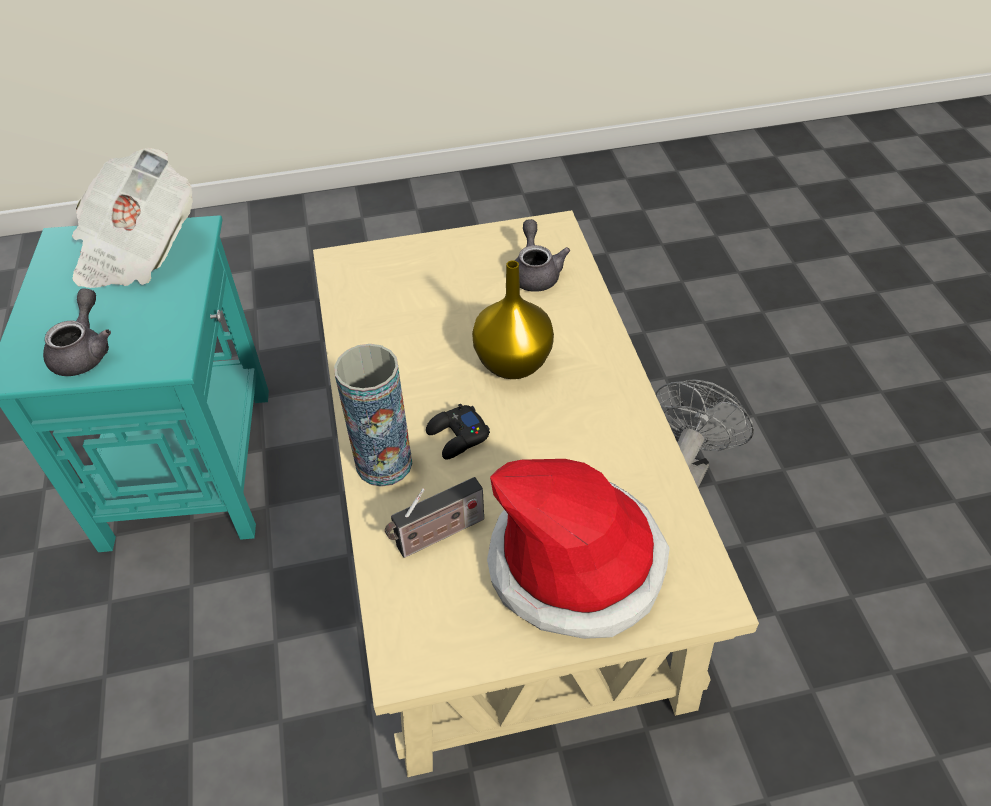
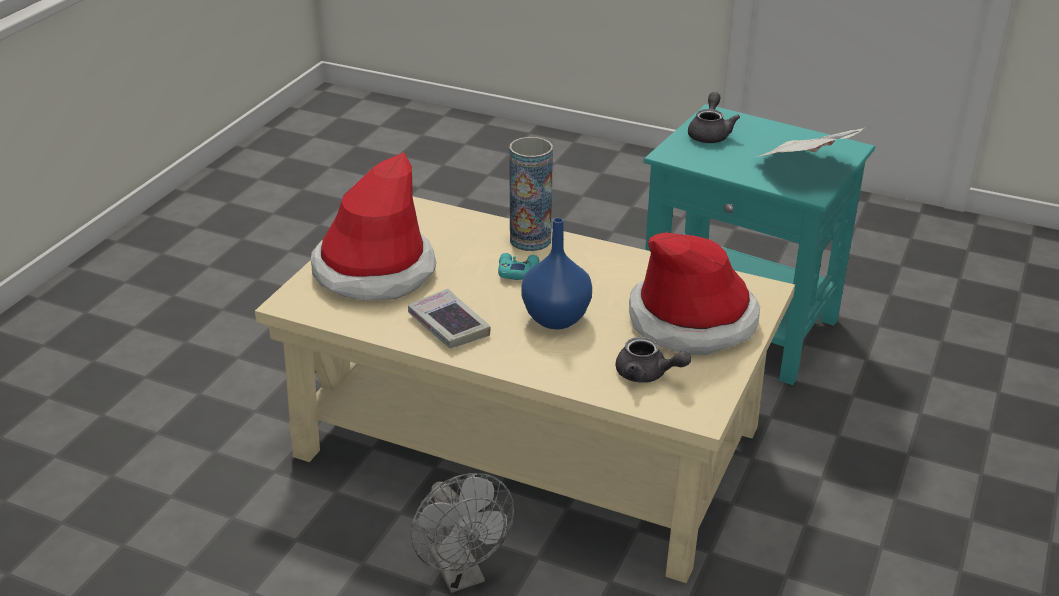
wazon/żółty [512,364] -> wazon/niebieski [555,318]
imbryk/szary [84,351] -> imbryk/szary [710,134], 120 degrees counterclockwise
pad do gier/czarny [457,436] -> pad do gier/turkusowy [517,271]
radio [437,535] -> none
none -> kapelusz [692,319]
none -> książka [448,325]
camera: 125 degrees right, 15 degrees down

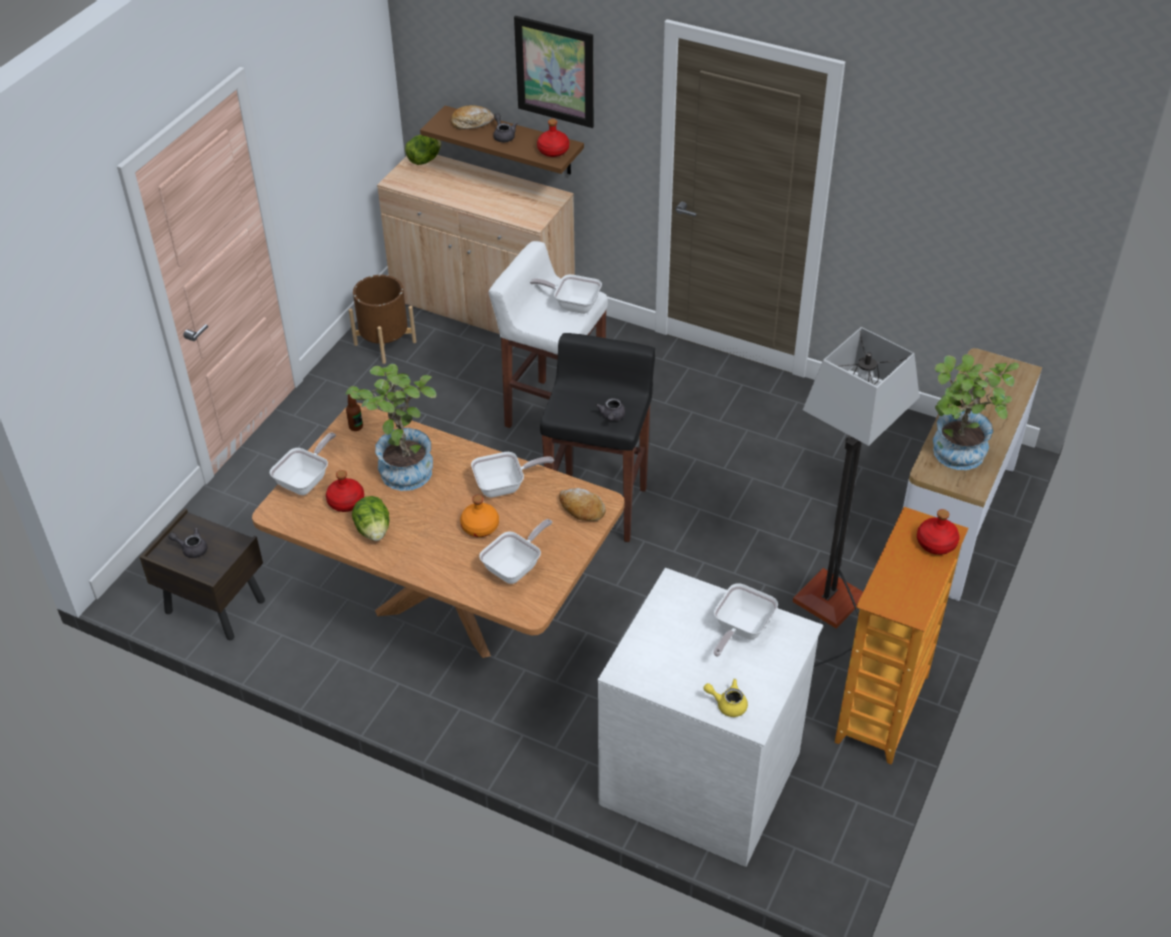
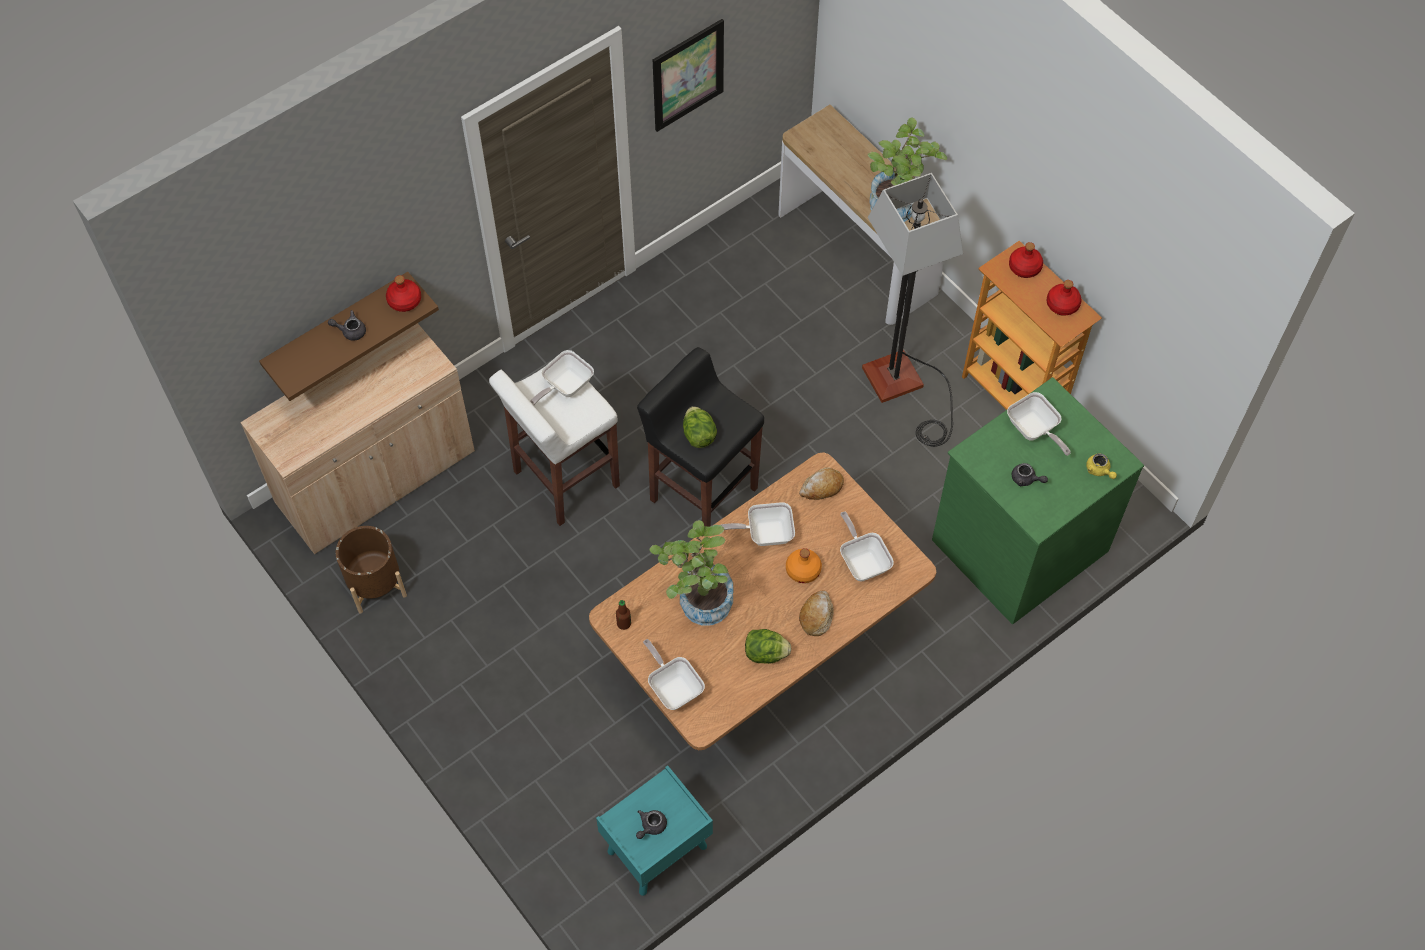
obraz [555,71] -> obraz [688,75], moved
chleb [472,123] -> chleb [816,616], moved
sałata [424,160] -> sałata [698,435], moved
imbryk/szary [612,417] -> imbryk/szary [1026,479], moved
patelnia [505,486] -> patelnia [764,533], 105 degrees counterclockwise
butelka/czerwony [346,501] -> butelka/czerwony [1062,304], moved
szafka nocna/brązowy [214,606] -> szafka nocna/turkusowy [656,850]
komoda/biały [701,776] -> komoda/zielony [1018,543]
imbryk/żółty [727,704] -> imbryk/żółty [1099,470], 75 degrees counterclockwise
camera: 65 degrees left, 15 degrees up

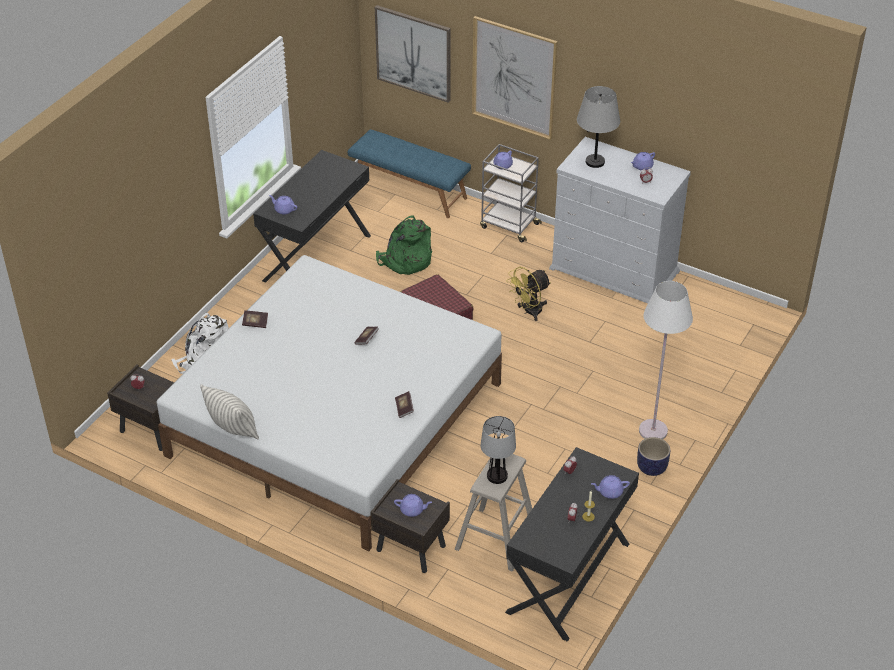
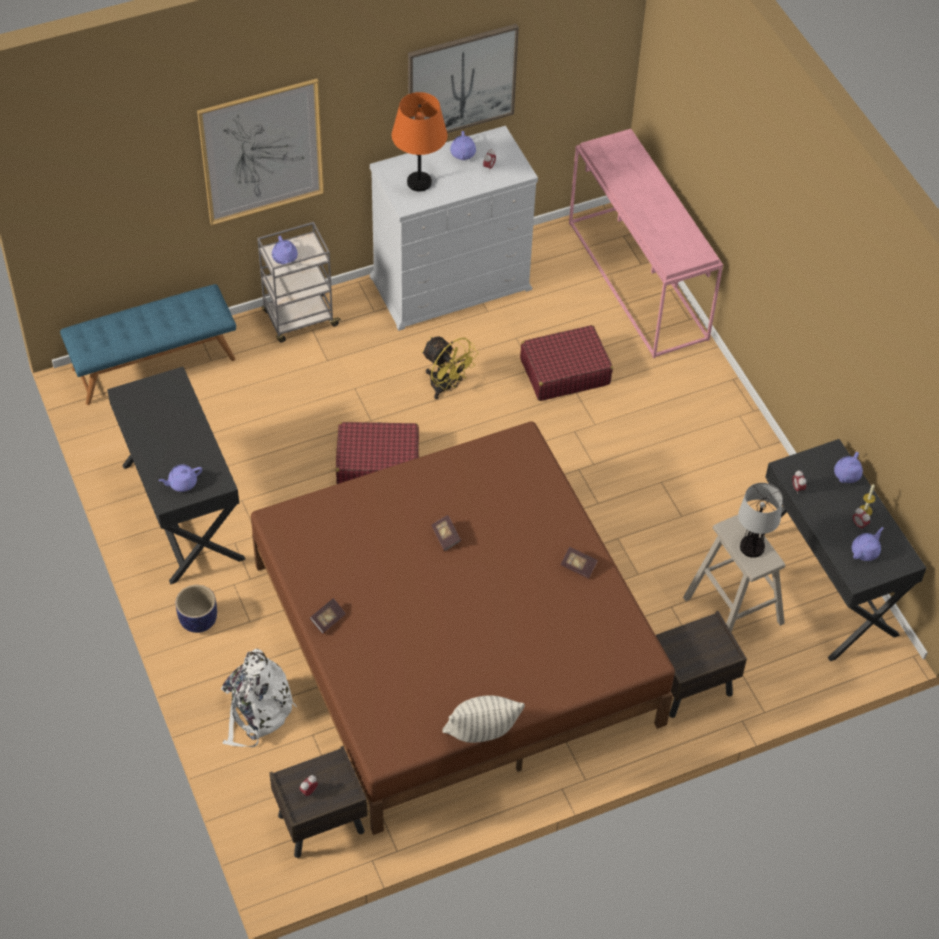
obraz [413,53] -> obraz [461,82], moved
lampa stołowa/szary [595,161] -> lampa stołowa/pomarańczowy [419,182]
plecak/zielony [405,261] -> none
łóżko/biały [335,418] -> łóżko/brązowy [455,643]
wentylator/żółty [529,312] -> wentylator/żółty [446,387], 45 degrees counterclockwise
lampa stojąca/biały [653,430] -> none
donica [651,467] -> donica [198,620], moved
imbryk/fioletowy [412,510] -> imbryk/fioletowy [865,551], moved
none -> stolik konsolowy/różowy [639,281]
none -> walizka/czerwony [564,371]
camera: 55 degrees left, 10 degrees up

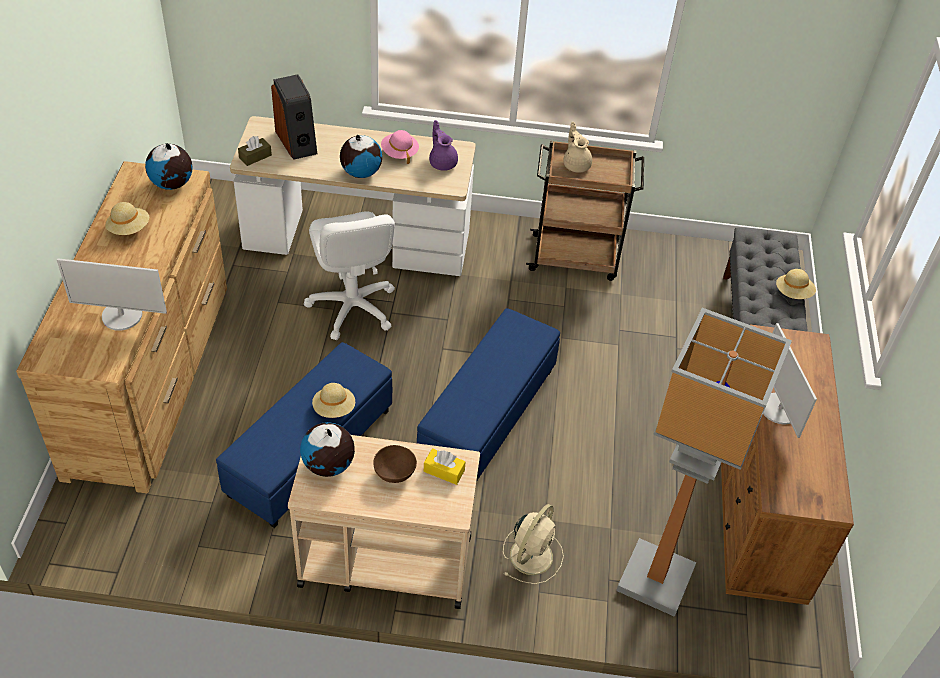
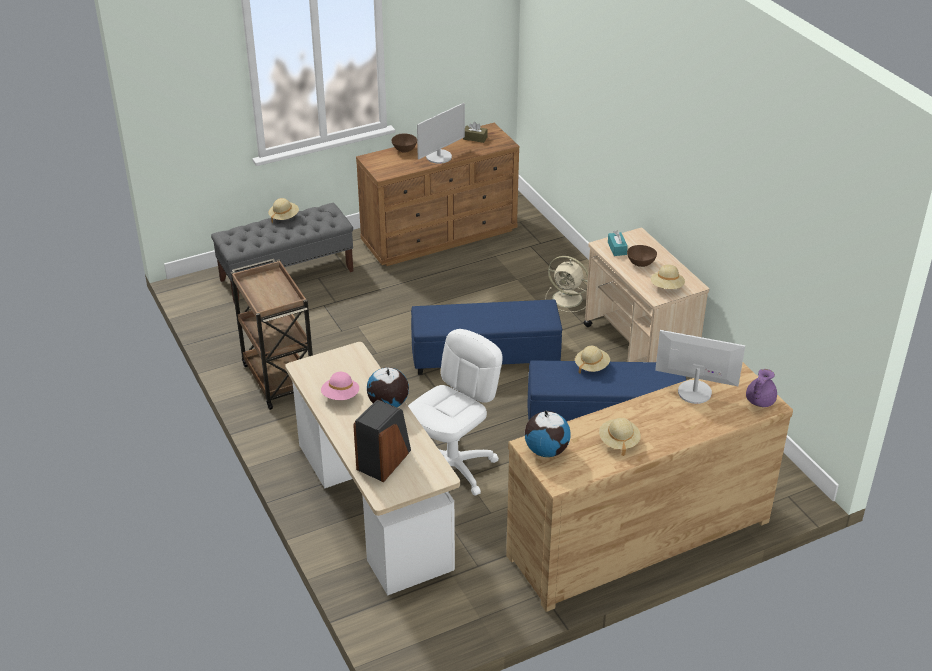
imbryk/fioletowy [442,162] -> imbryk/fioletowy [759,401], moved
imbryk/beżowy [576,164] -> none
pudełko chusteczek/brązowy [255,156] -> pudełko chusteczek/brązowy [475,138], moved
monitor [122,316] -> monitor [694,392], 45 degrees counterclockwise
lampa stojąca [656,580] -> none
globus [328,465] -> kapelusz/beżowy [667,287]
pudełko chusteczek/żółty [444,471] -> pudełko chusteczek/turkusowy [617,248]
wentylator/beżowy [532,554] -> wentylator/beżowy [568,299], 150 degrees counterclockwise
none -> miska/brązowy [404,150]
camera: 120 degrees left, 10 degrees down

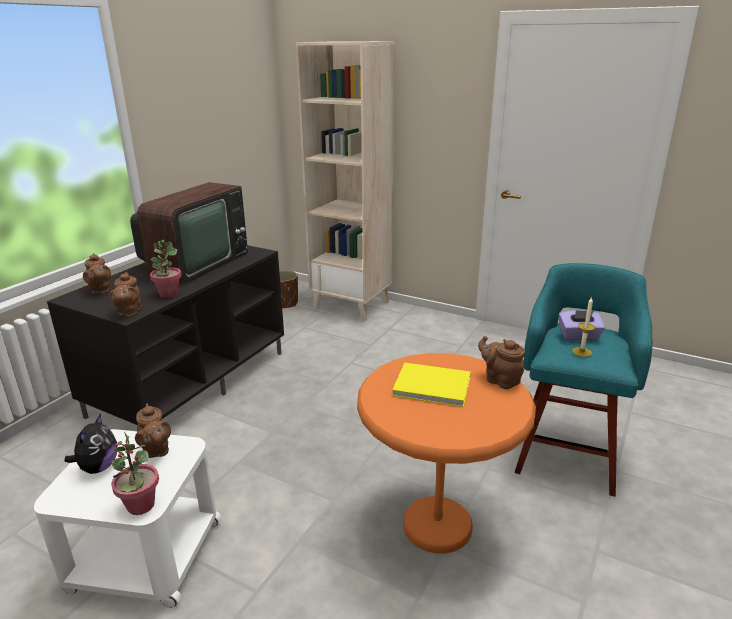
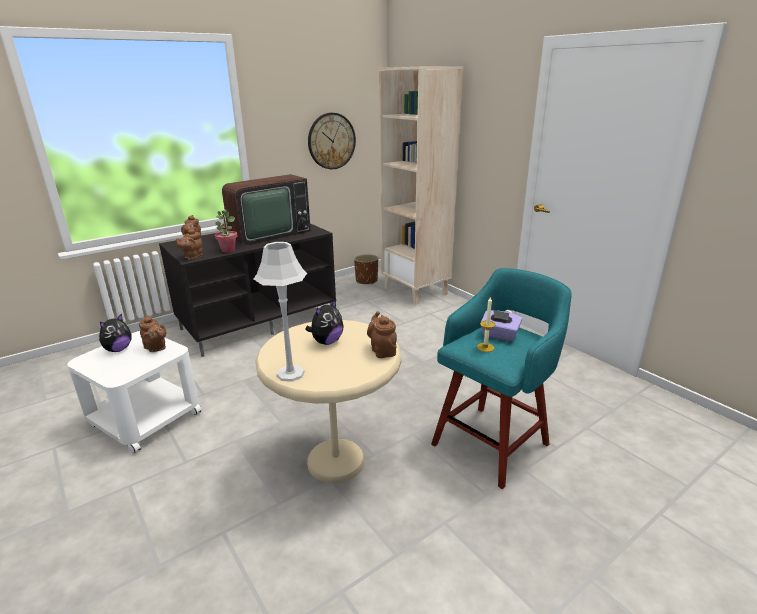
stolik/pomarańczowy [437,525] -> stolik/beżowy [336,462]
książka/żółty [430,385] -> pluszak [326,342]
imbryk/brązowy [156,450] -> imbryk/brązowy [156,348], 45 degrees counterclockwise
roślina doniczkowa [140,505] -> none
none -> zegar ścienny [331,141]
none -> lampa stołowa/szary [290,373]
camera: 25 degrees right, 0 degrees up

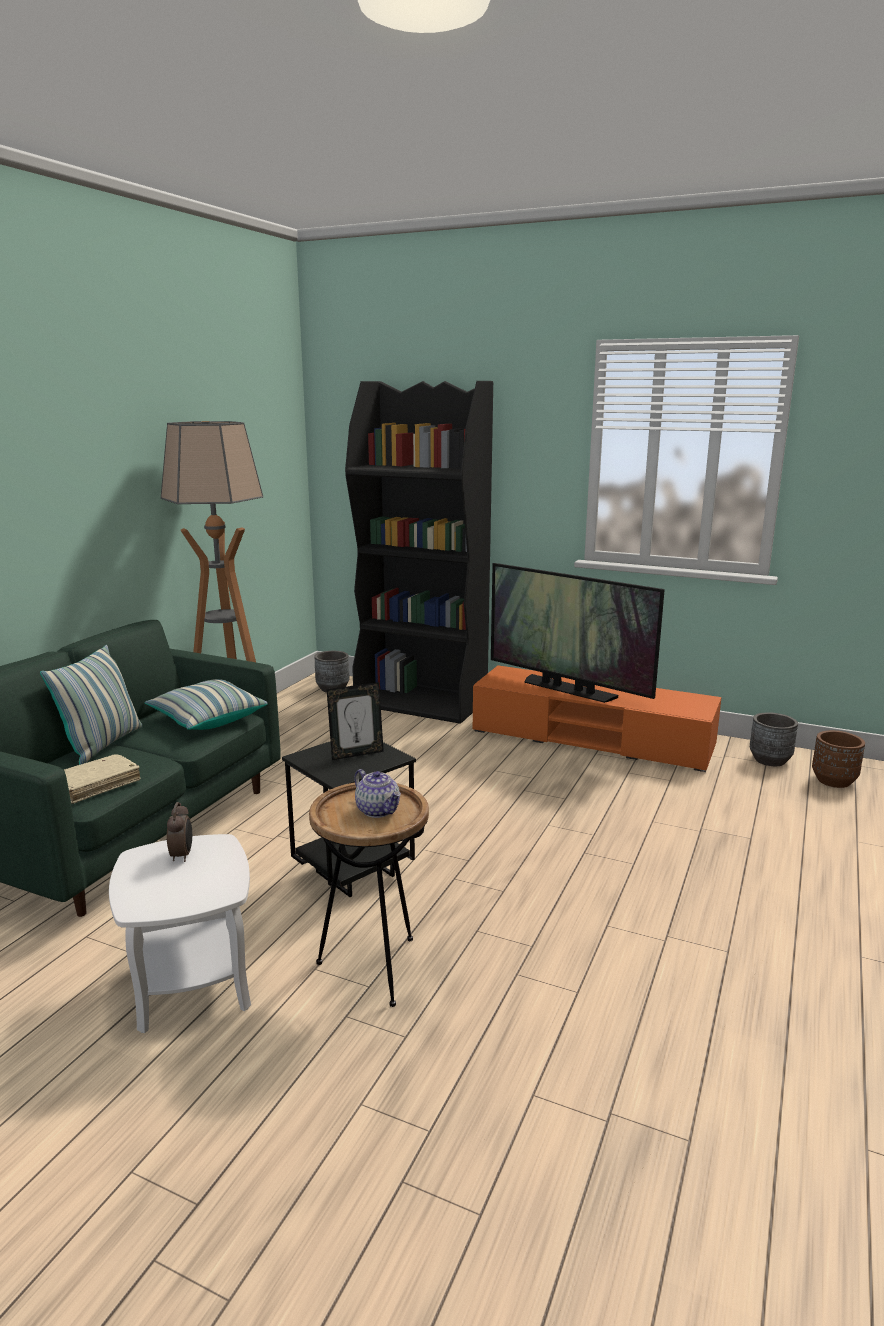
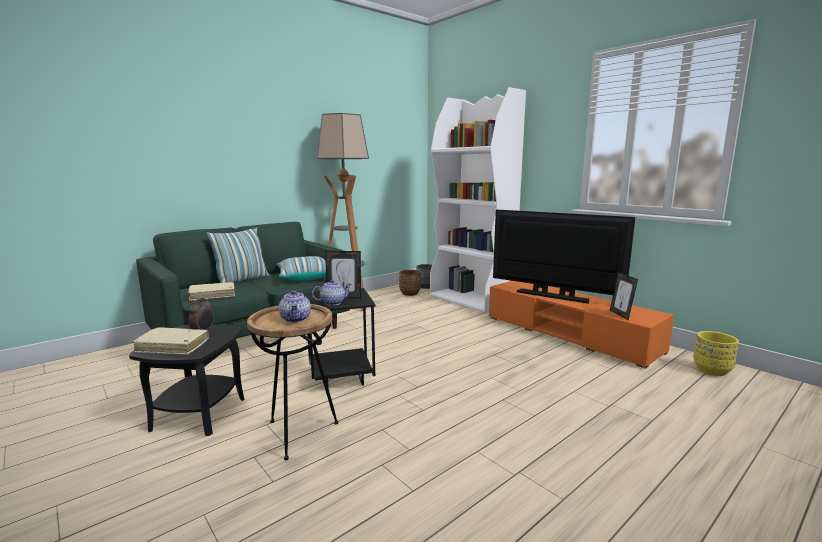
regał/czarny [422,702] -> regał/biały [471,299]
telewizor [568,689] -> telewizor [553,296], 150 degrees clockwise
donica/szary [770,760] -> donica/żółty [712,370]
donica/brązowy [833,781] -> donica/brązowy [410,293], moved
stolik/biały [192,984] -> stolik/czarny [199,414]
none -> ramka na zdjęcie [620,315]
none -> imbryk [333,303]
none -> książka/beżowy [173,347]
camera: 25 degrees right, 5 degrees down

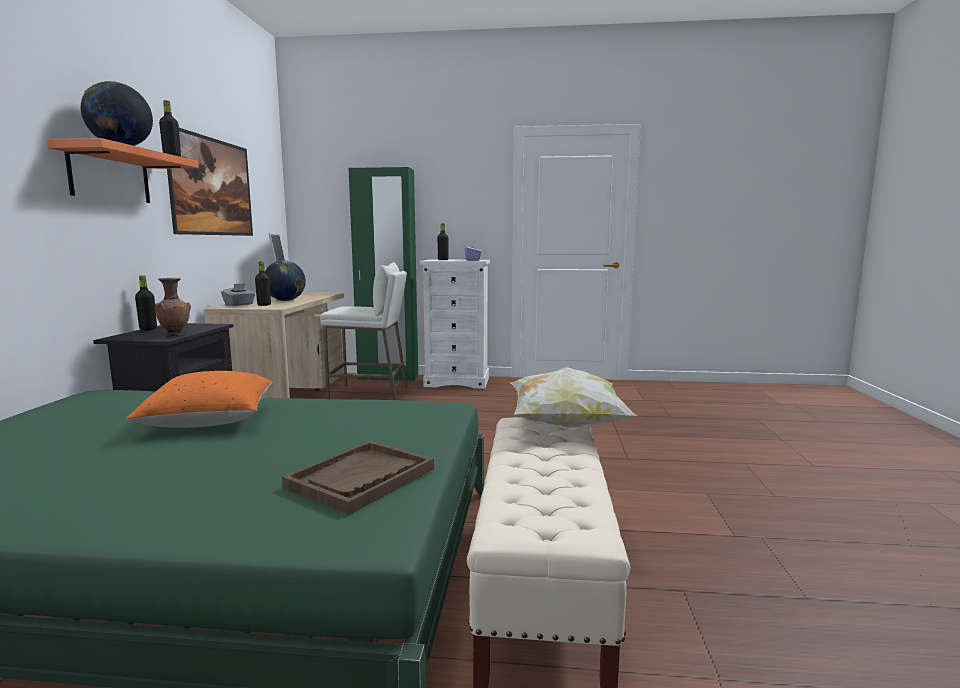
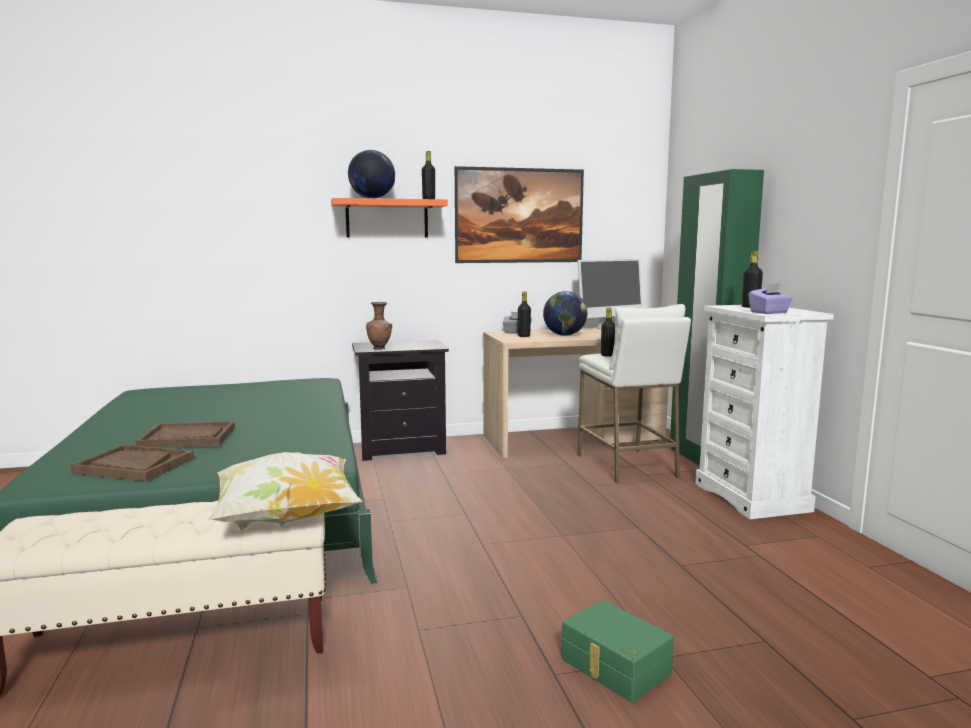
butelka/czarny [148,329] -> butelka/czarny [607,355], moved
poduszka/pomarańczowy [210,421] -> none
none -> taca/brązowy [188,437]
none -> pojemnik do przechowywania/zielony [614,667]
camera: 70 degrees right, 0 degrees up

